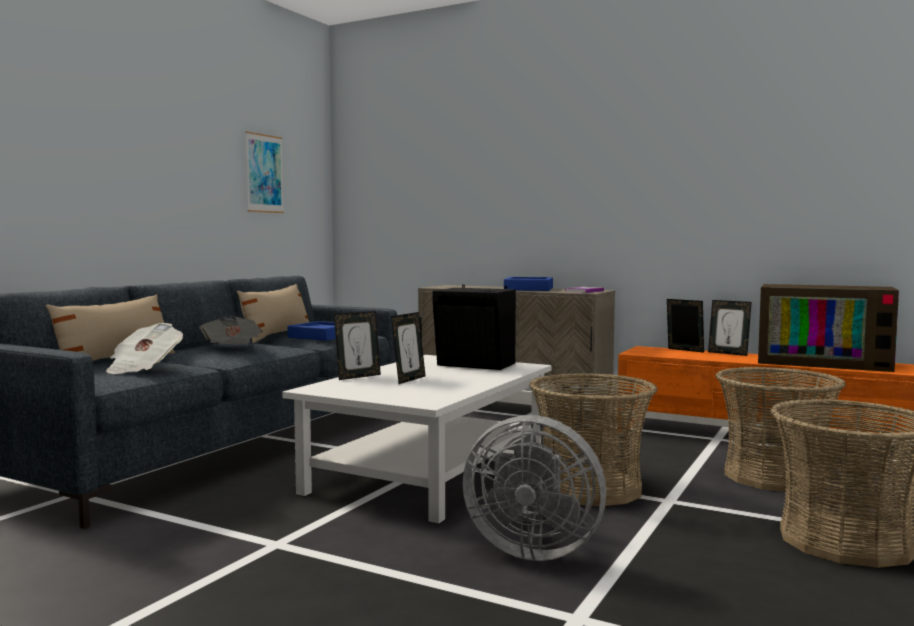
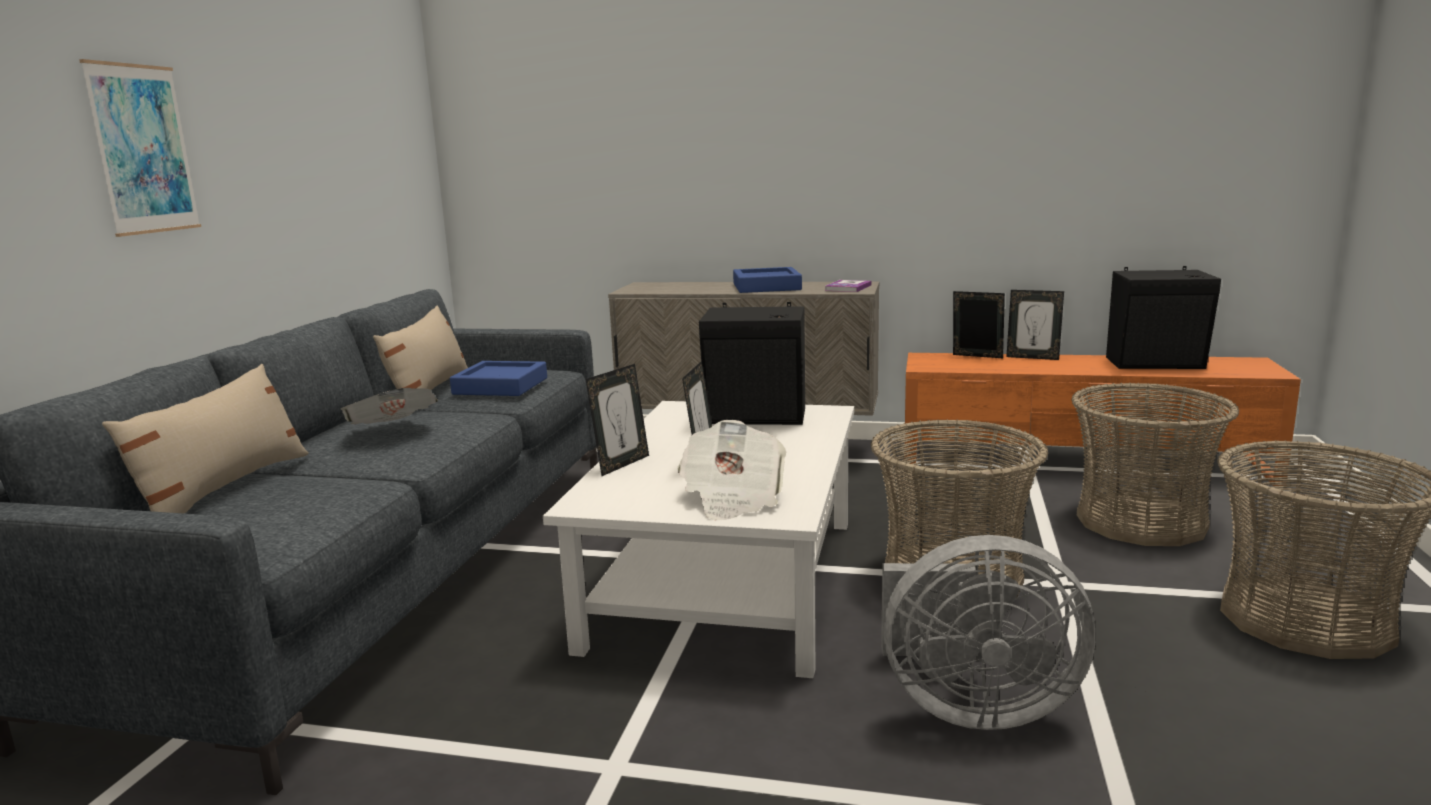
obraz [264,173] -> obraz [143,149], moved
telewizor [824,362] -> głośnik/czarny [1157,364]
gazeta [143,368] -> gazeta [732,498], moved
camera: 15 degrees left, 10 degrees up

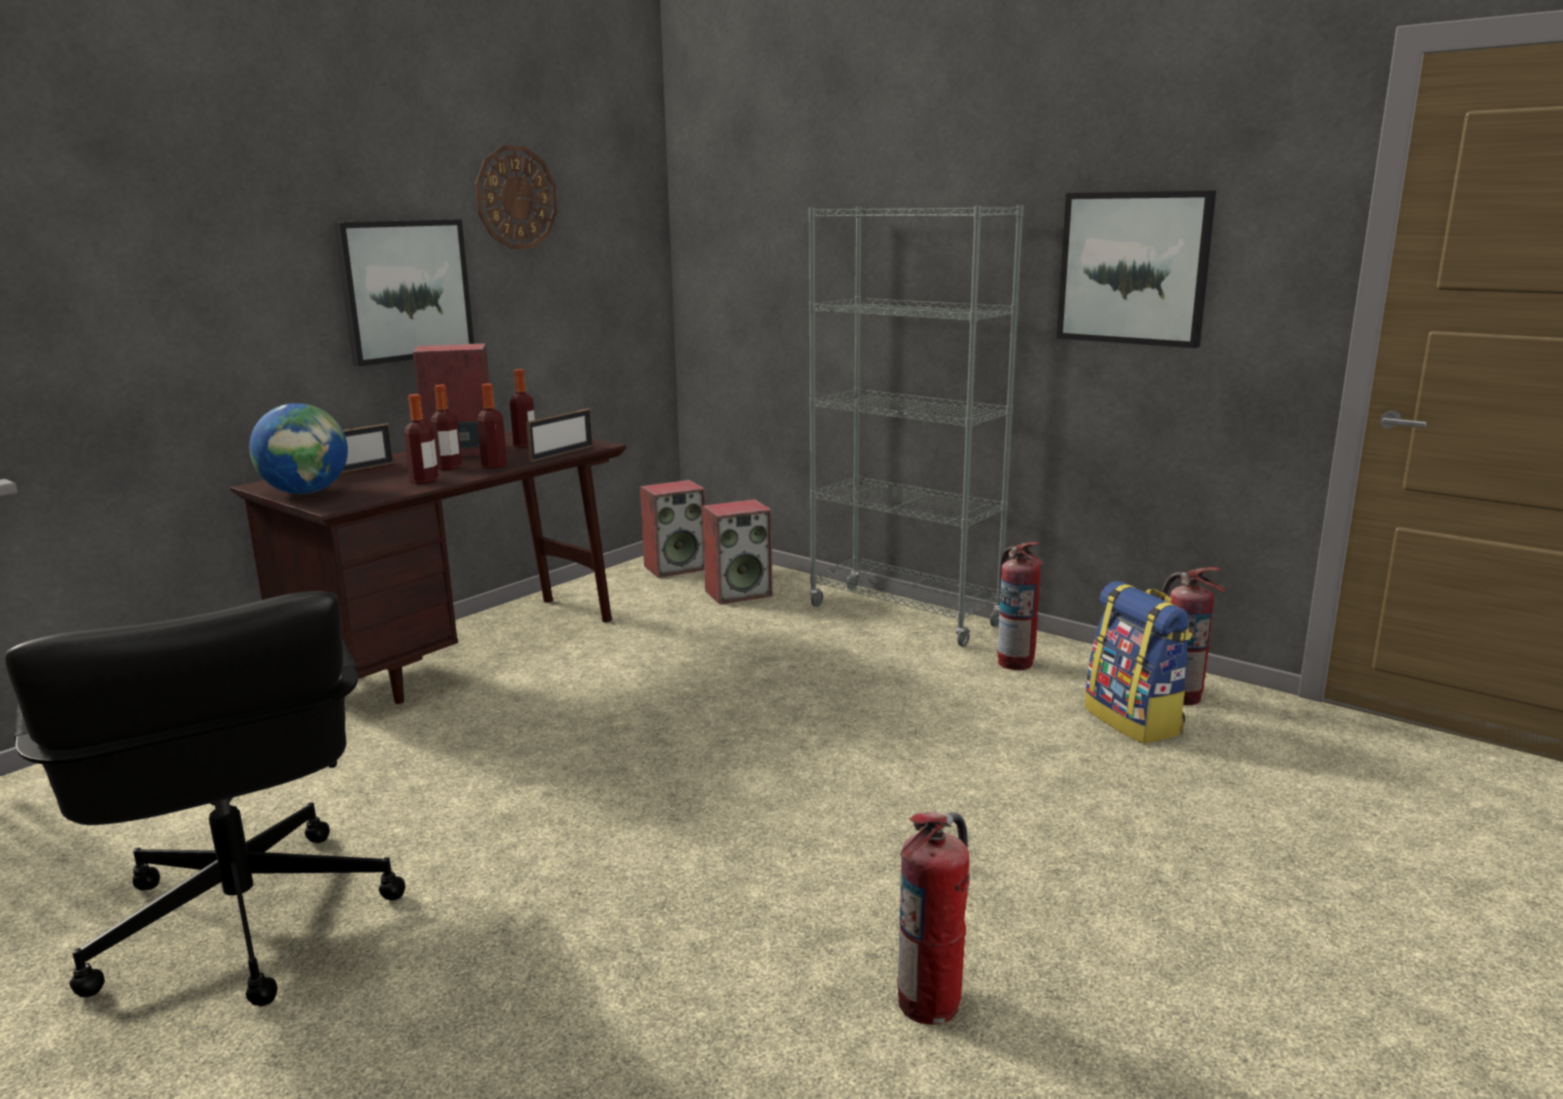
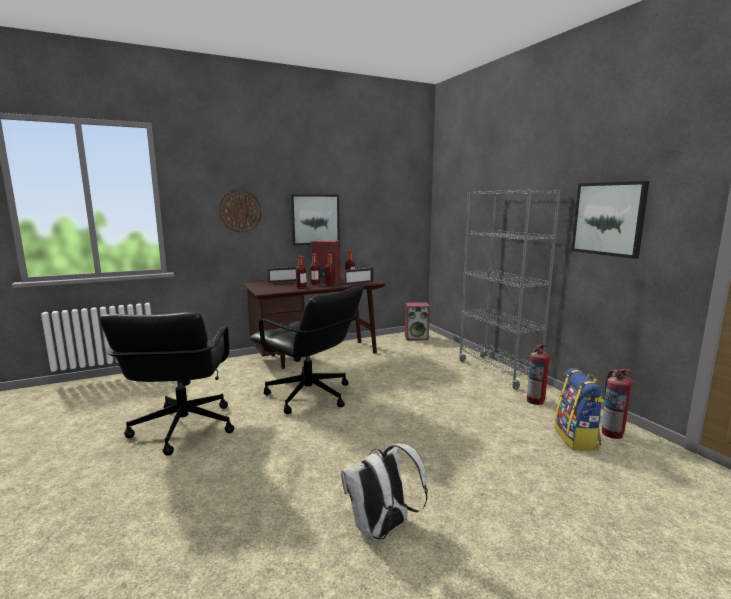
zegar ścienny [516,198] -> zegar ścienny [240,211], moved
globus [306,492] -> none
głośnik [739,593] -> none
gaśnica [930,1003] -> plecak/biały [382,530]
none -> krzesło biurowe/czarny [309,396]
camera: 25 degrees right, 5 degrees down

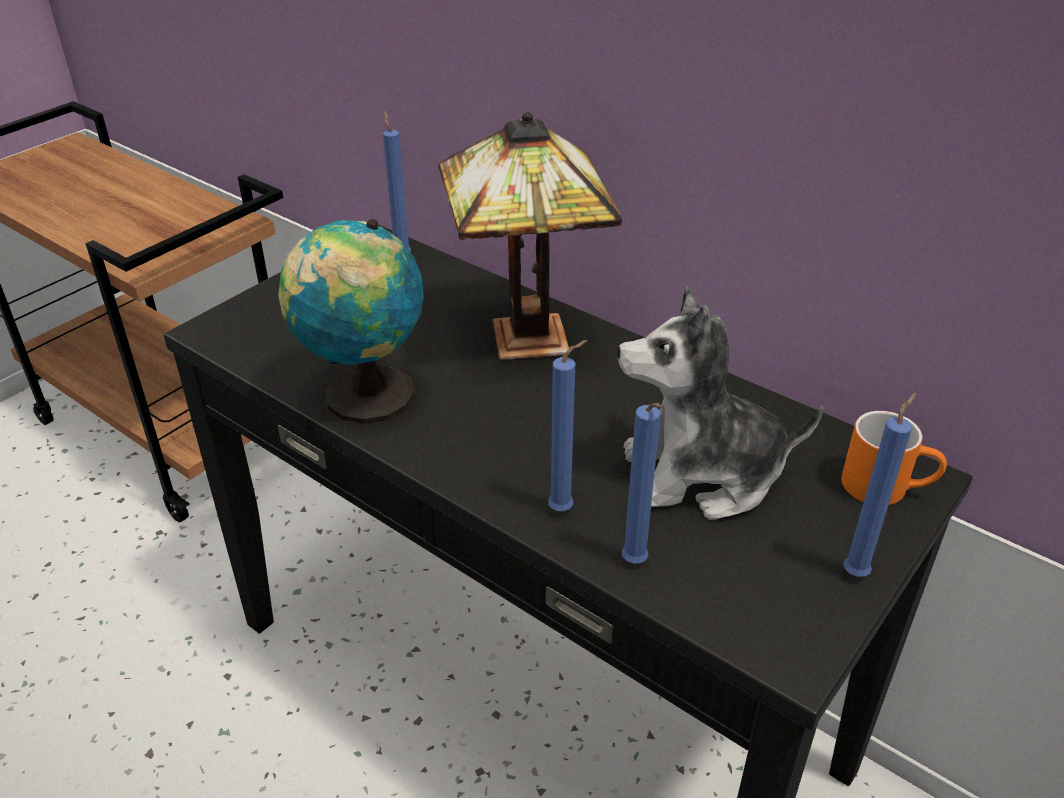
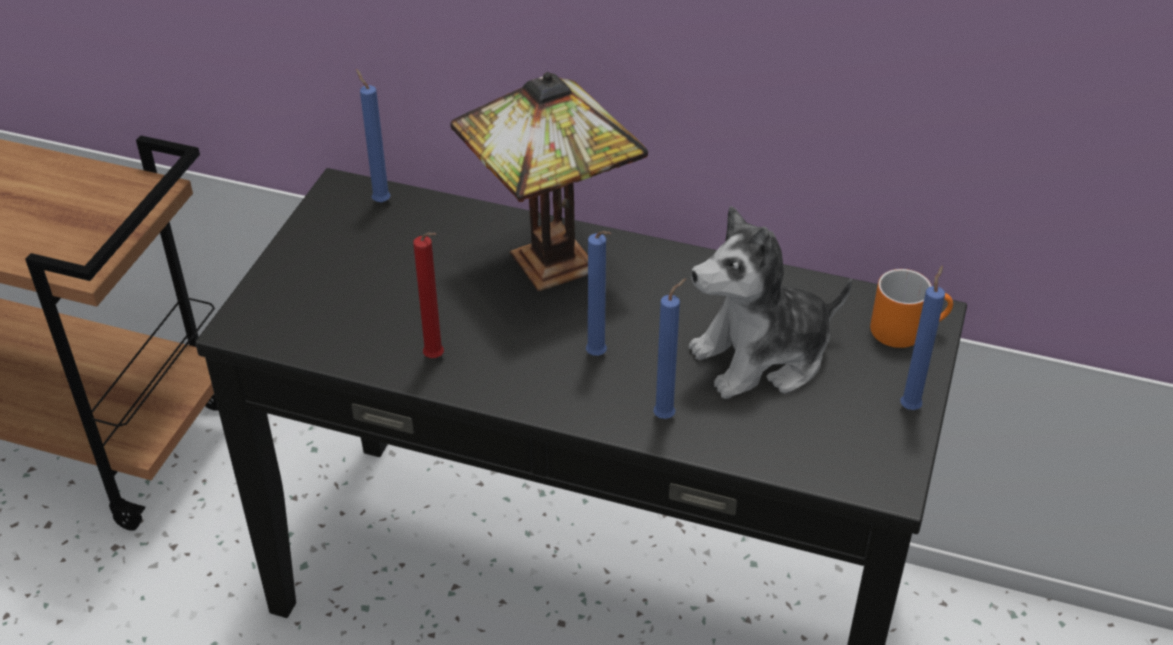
globus [364,397] -> świeca/czerwony [436,359]
świeca/niebieski [636,564] -> świeca/niebieski [598,356], moved
camera: 20 degrees left, 5 degrees up

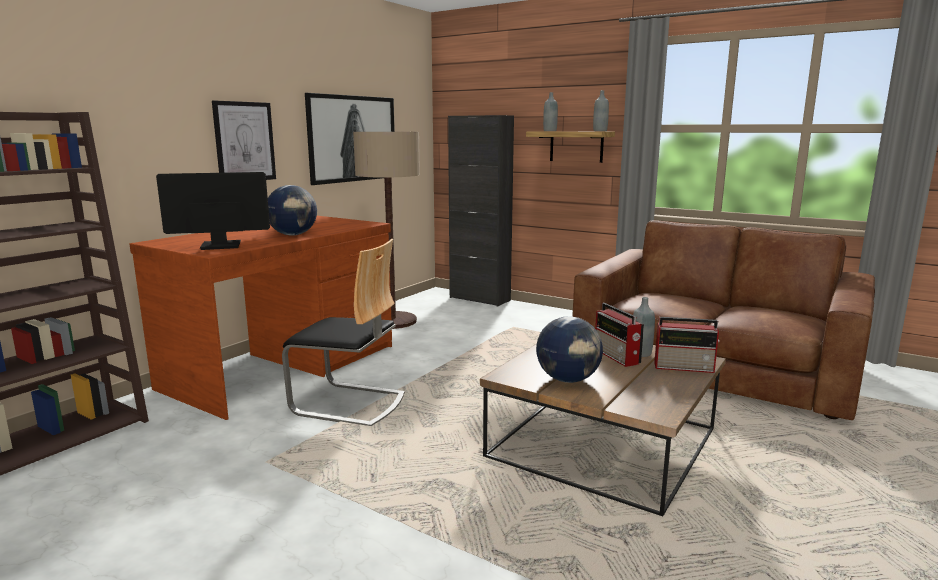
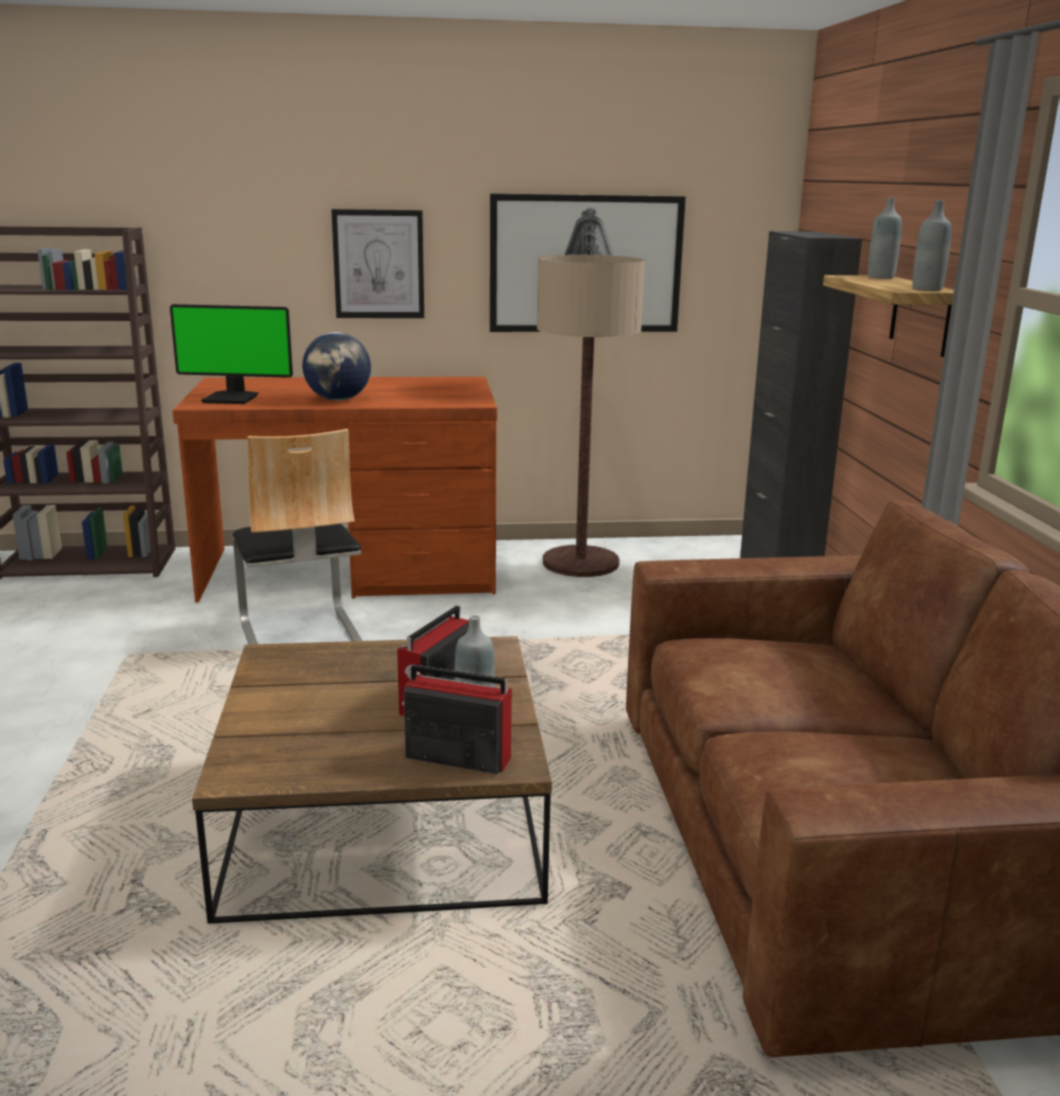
monitor [220,246] -> monitor [232,398], 150 degrees clockwise
globus [568,380] -> none
radio [685,367] -> radio [455,757], 135 degrees clockwise
camera: 50 degrees right, 5 degrees up

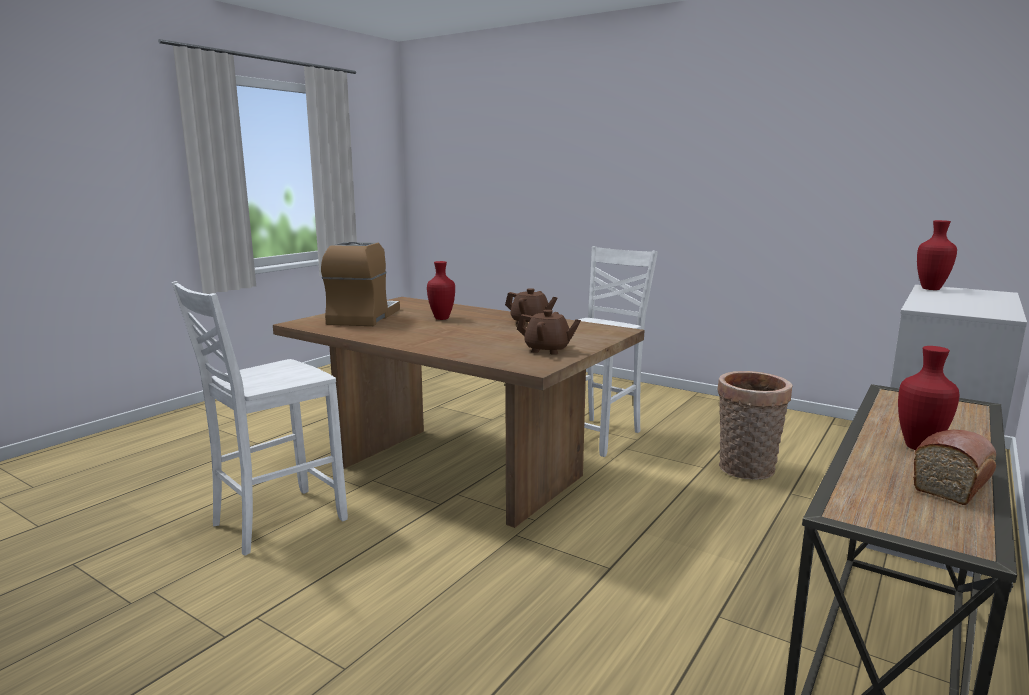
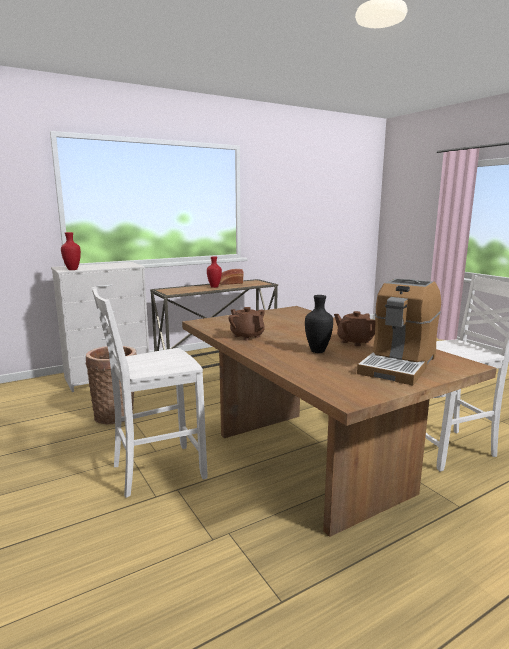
wazon/czerwony [441,318] -> wazon/czarny [318,351]
imbryk/brązowy [547,350] -> imbryk/brązowy [354,342], moved
camera: 155 degrees left, 0 degrees up

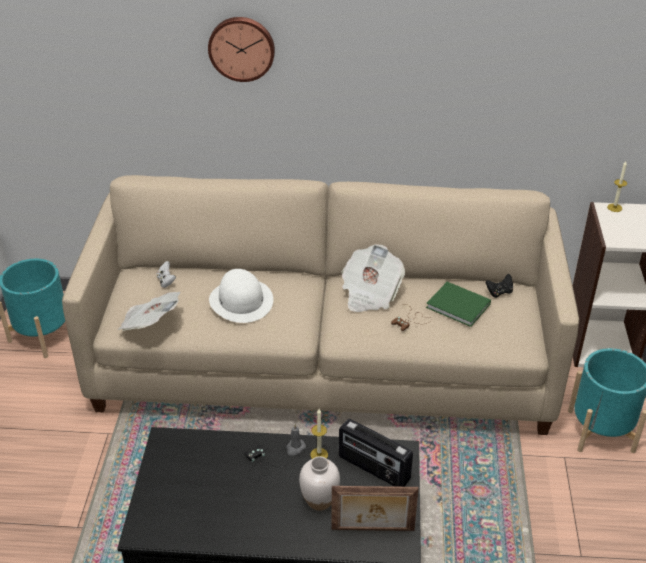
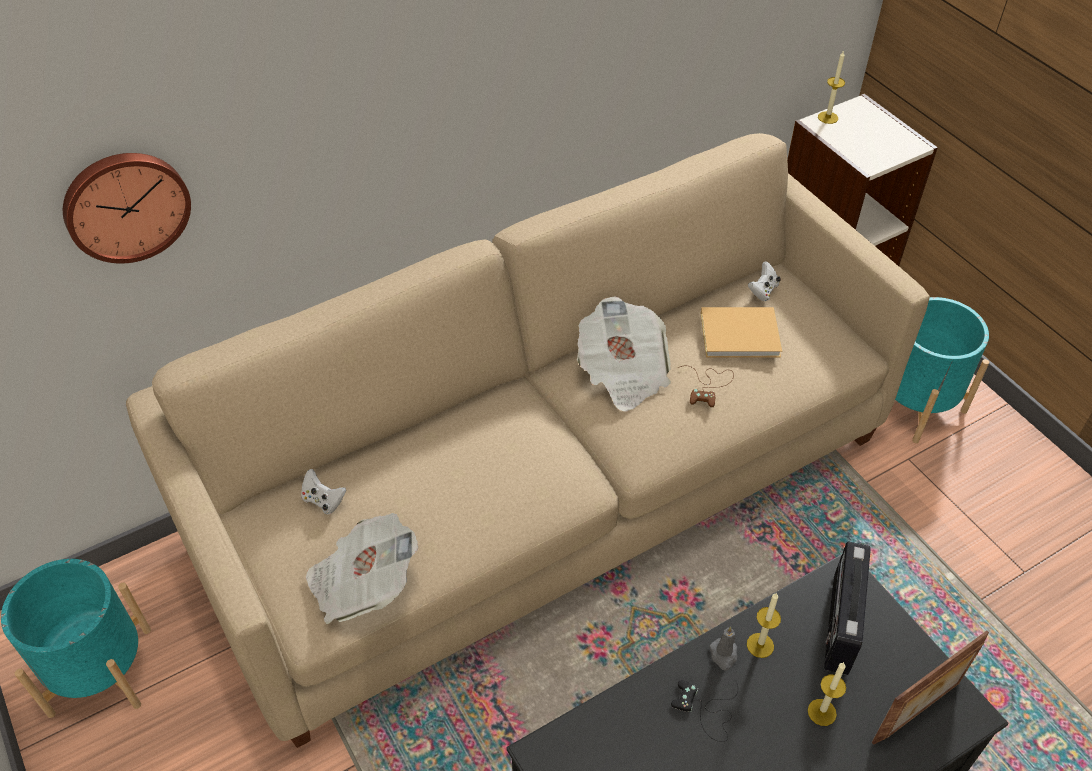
zegar ścienny [242,48] -> zegar ścienny [126,205], moved
kapelusz/biały [241,301] -> none
pad do gier/czarny [499,292] -> pad do gier/biały [763,291]
książka/zielony [460,306] -> książka/beżowy [742,335]
radio [373,469] -> radio [839,623], 105 degrees clockwise
wazon/biały [319,500] -> świeca [822,712]
camera: 35 degrees left, 10 degrees up

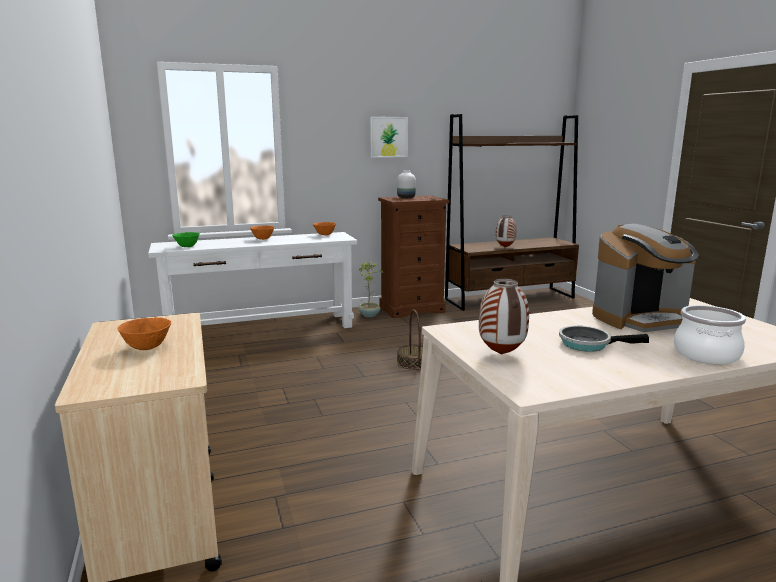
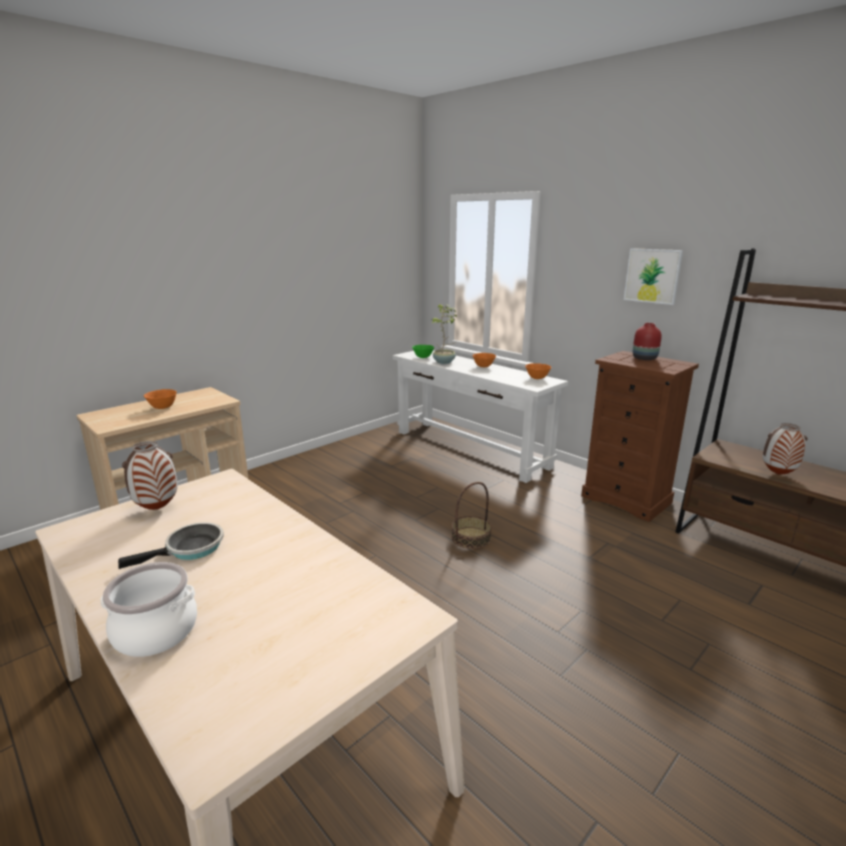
wazon/biały [406,197] -> wazon/czerwony [645,358]
ekspres do kawy [640,319] -> none
roślina doniczkowa [369,315] -> roślina doniczkowa [444,362], moved
patelnia [588,344] -> patelnia [190,549], 75 degrees clockwise
camera: 65 degrees right, 5 degrees up

